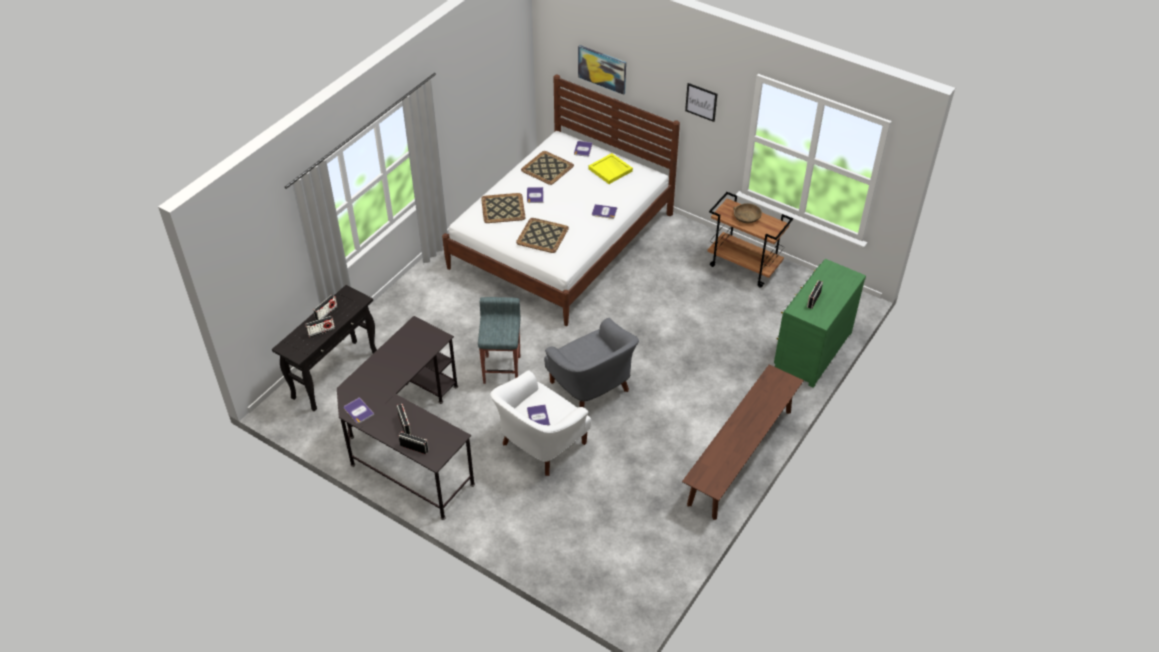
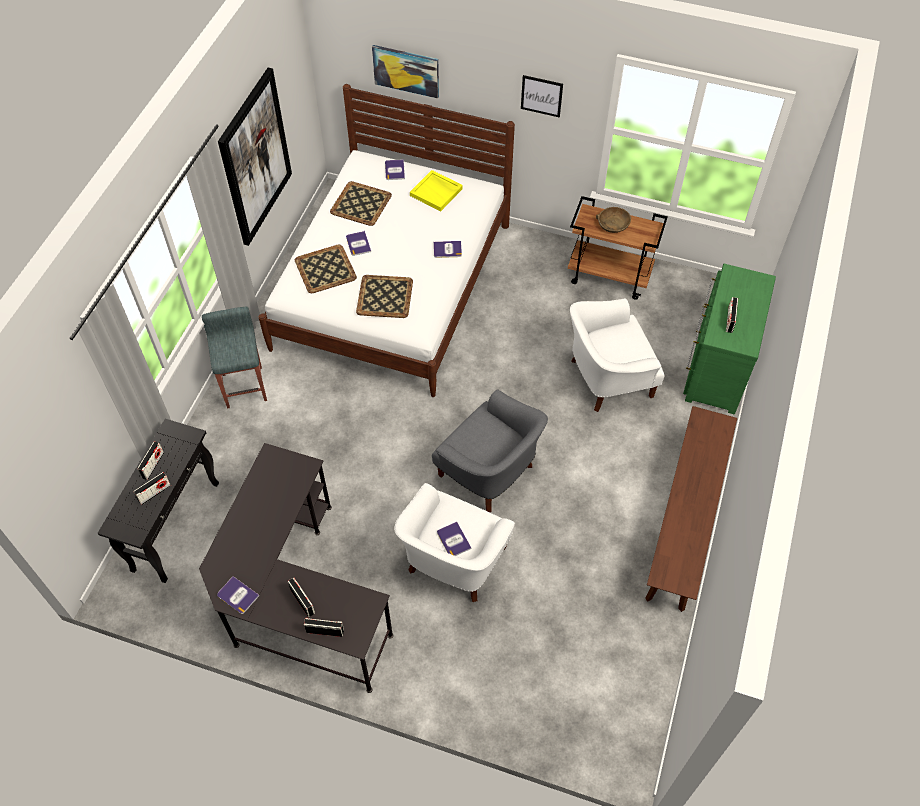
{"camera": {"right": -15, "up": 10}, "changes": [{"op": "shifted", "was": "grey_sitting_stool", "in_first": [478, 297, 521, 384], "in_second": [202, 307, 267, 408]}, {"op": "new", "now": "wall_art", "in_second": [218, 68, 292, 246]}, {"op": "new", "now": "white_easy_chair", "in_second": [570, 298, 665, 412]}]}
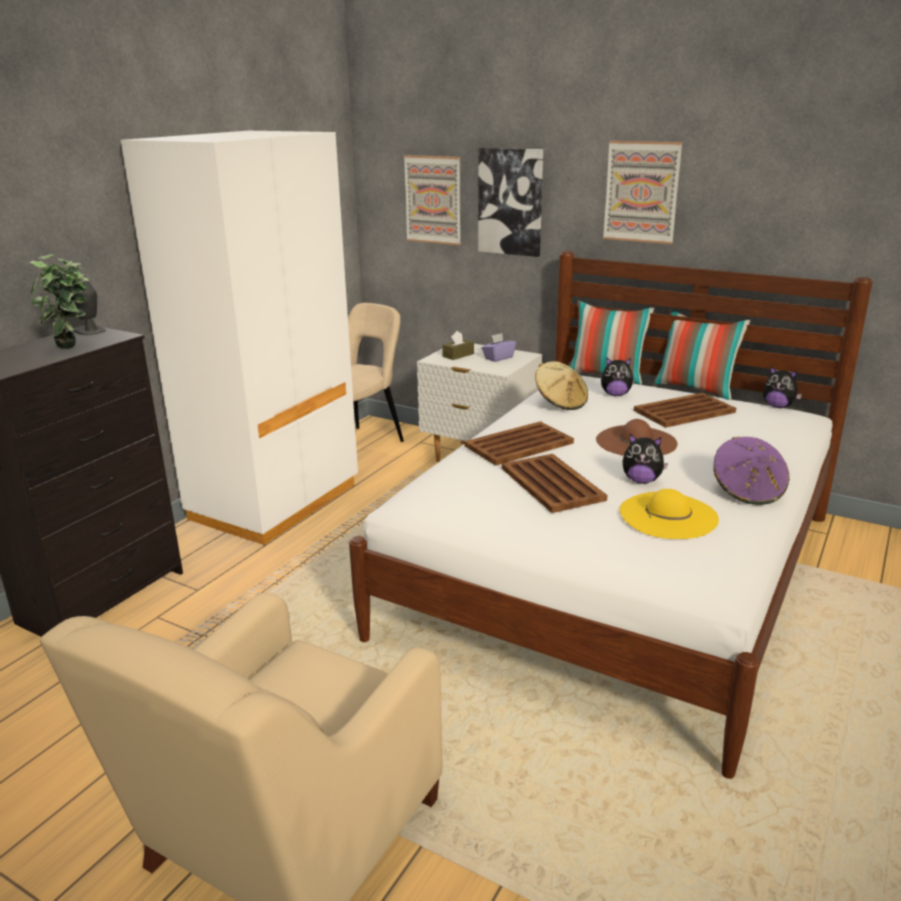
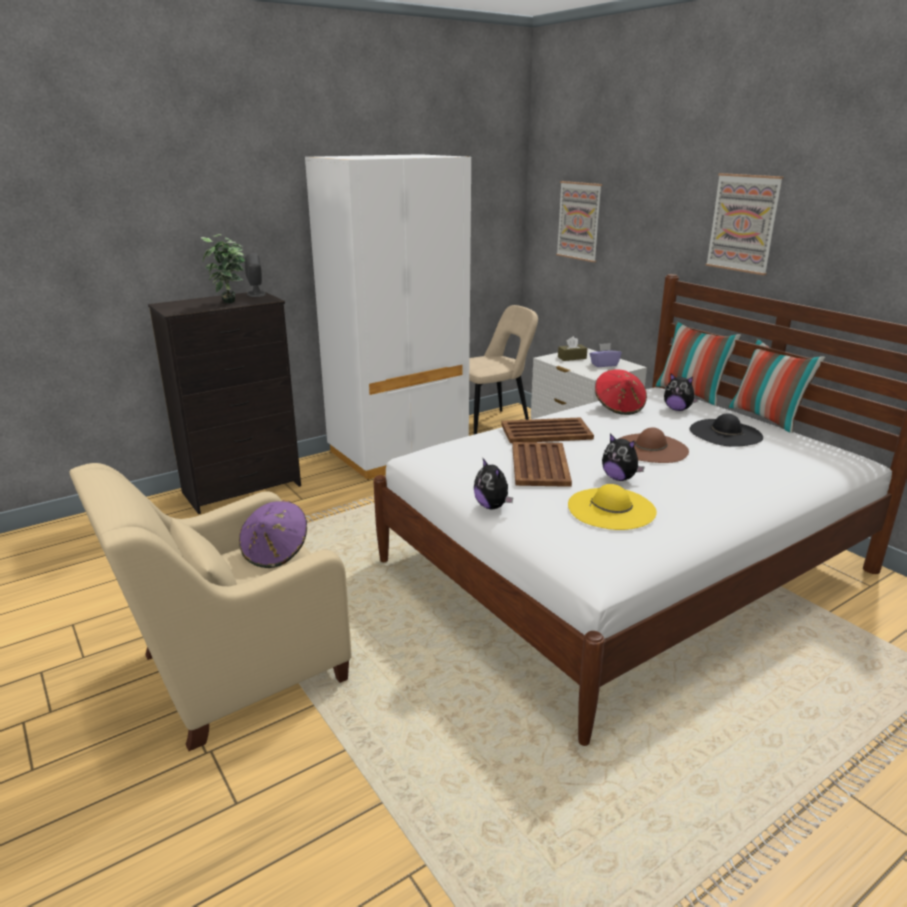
{"camera": {"right": 25, "up": 0}, "changes": [{"op": "shifted", "was": "purple_wearable_hat", "in_first": [713, 437, 789, 505], "in_second": [239, 500, 307, 568]}, {"op": "shifted", "was": "plush_toy", "in_first": [763, 366, 802, 408], "in_second": [474, 458, 513, 509]}, {"op": "repainted", "was": "sand-coloured_wearable_hat", "now": "reddish_wearable_hat", "in_first": [535, 361, 588, 410], "in_second": [595, 369, 647, 415]}, {"op": "swapped", "was": "brownish_serving_tray", "now": "blackish_wearable_hat", "in_first": [634, 393, 736, 428], "in_second": [690, 414, 763, 447]}, {"op": "gone", "was": "wall_art", "in_first": [478, 148, 543, 257]}]}
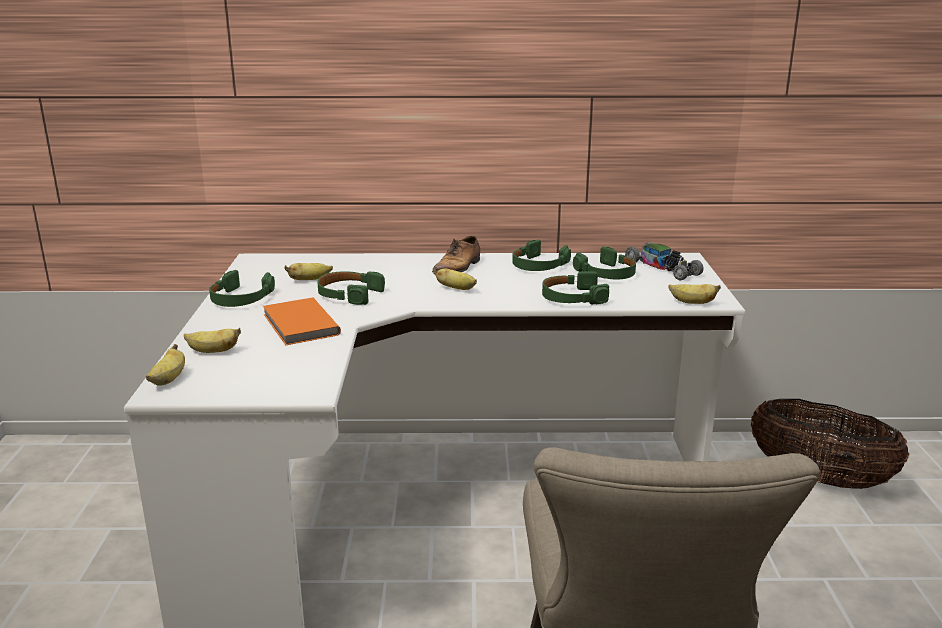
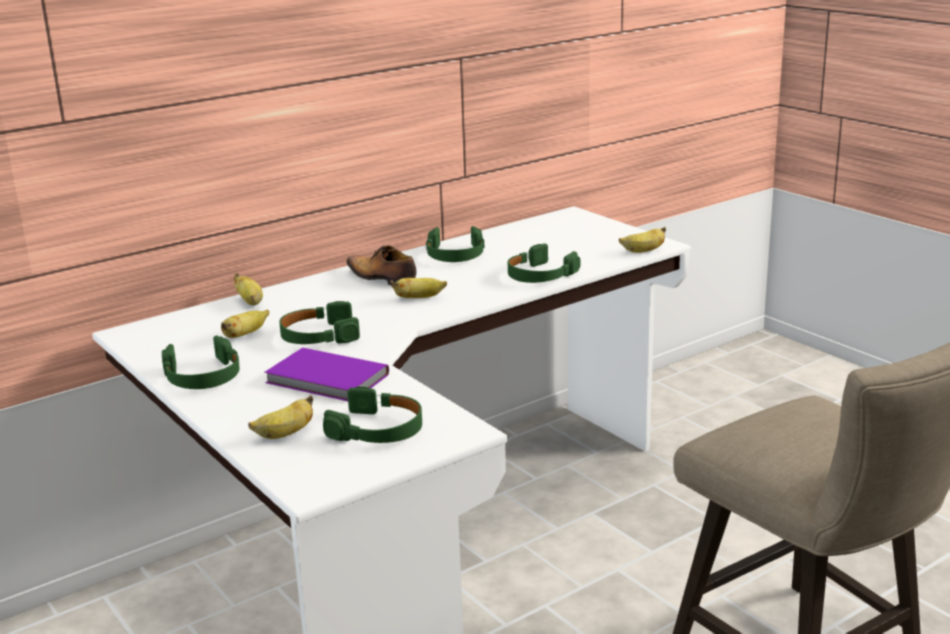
{"camera": {"right": -35, "up": 0}, "changes": [{"op": "shifted", "was": "whole_banana", "in_first": [146, 344, 185, 386], "in_second": [234, 273, 263, 305]}, {"op": "repainted", "was": "orange-coloured_book", "now": "purple_book", "in_first": [263, 298, 341, 345], "in_second": [264, 348, 389, 401]}, {"op": "shifted", "was": "greenish_headset", "in_first": [573, 247, 636, 279], "in_second": [323, 387, 422, 443]}, {"op": "rotated", "was": "item_of_footwear", "in_first": [432, 236, 480, 272], "in_second": [346, 245, 416, 285], "clockwise": 135}, {"op": "gone", "was": "model_car", "in_first": [625, 242, 703, 280]}, {"op": "gone", "was": "storage_basket", "in_first": [751, 399, 909, 489]}]}
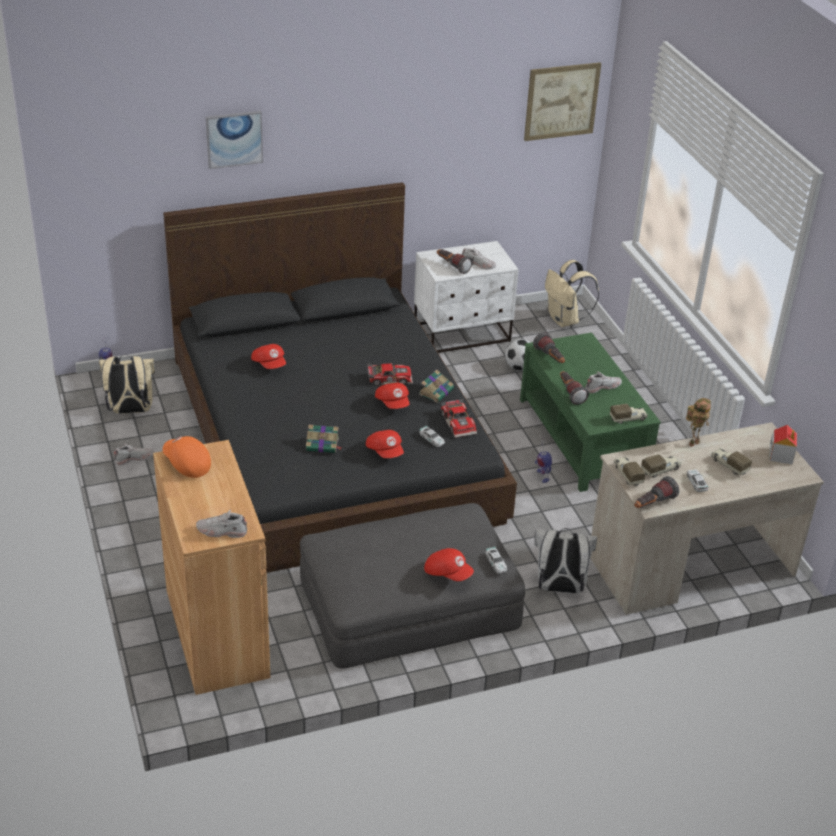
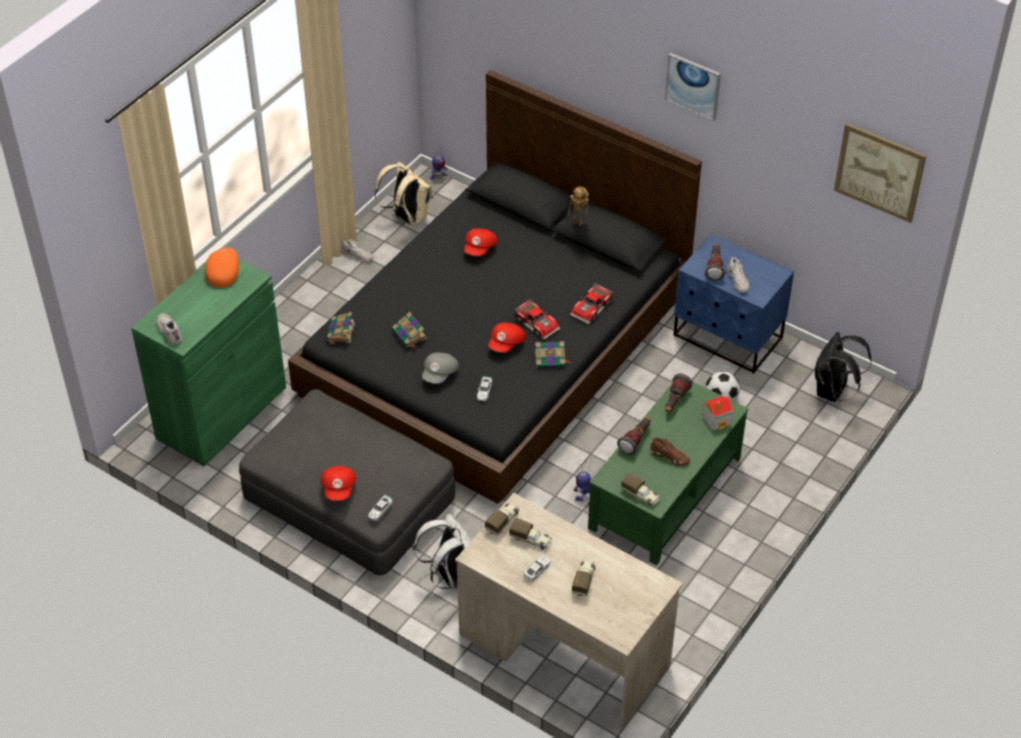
{"camera": {"right": 55, "up": 10}, "changes": [{"op": "repainted", "was": "brownish_storage_cabinet", "now": "greenish_storage_cabinet", "in_first": [153, 440, 270, 695], "in_second": [131, 258, 286, 466]}, {"op": "new", "now": "book", "in_second": [327, 312, 355, 345]}, {"op": "repainted", "was": "reddish_baseball_cap", "now": "grey_baseball_cap", "in_first": [366, 430, 404, 458], "in_second": [422, 353, 459, 384]}, {"op": "shifted", "was": "robot_figure", "in_first": [686, 398, 711, 447], "in_second": [568, 186, 589, 226]}, {"op": "shifted", "was": "model_car", "in_first": [441, 399, 477, 438], "in_second": [570, 283, 613, 324]}, {"op": "repainted", "was": "white_item_of_footwear", "now": "brownish_item_of_footwear", "in_first": [585, 371, 622, 393], "in_second": [650, 437, 690, 466]}, {"op": "shifted", "was": "wall_art", "in_first": [206, 111, 263, 169], "in_second": [665, 53, 721, 121]}, {"op": "repainted", "was": "white_nightstand", "now": "blue_nightstand", "in_first": [414, 241, 519, 353], "in_second": [674, 234, 794, 374]}, {"op": "shifted", "was": "miniature_house", "in_first": [770, 425, 797, 464], "in_second": [702, 396, 733, 431]}, {"op": "repainted", "was": "sand-coloured_rucksack", "now": "blackish_rucksack", "in_first": [545, 260, 599, 327], "in_second": [815, 332, 872, 402]}, {"op": "gone", "was": "flashlight", "in_first": [634, 476, 679, 508]}]}
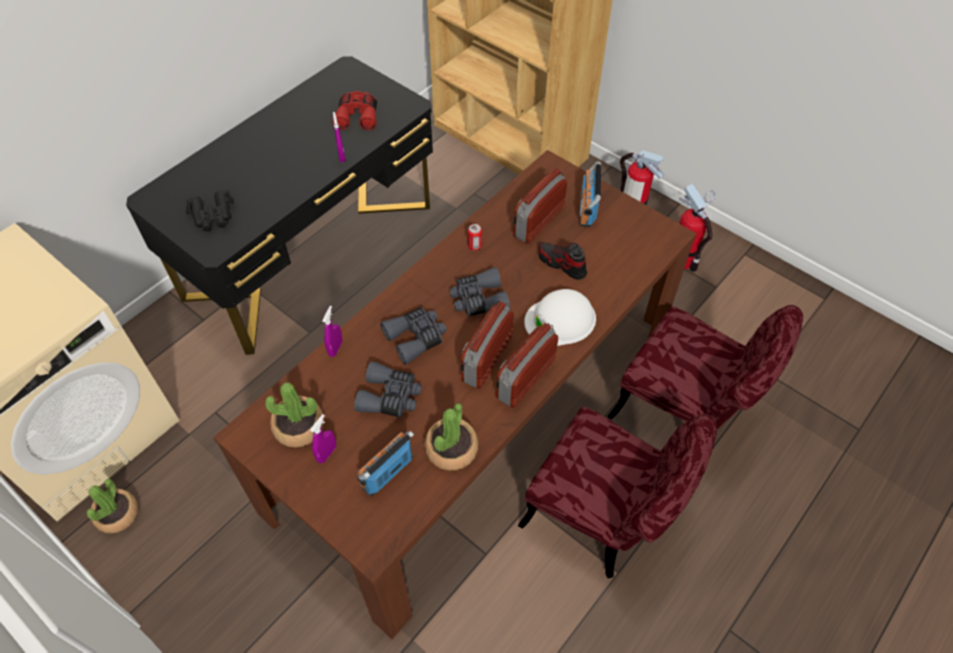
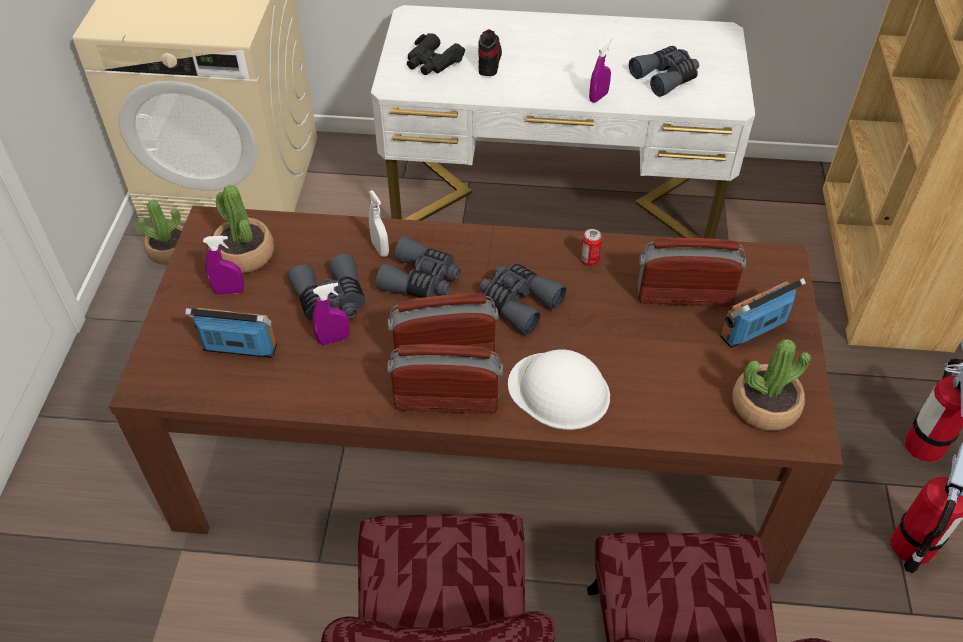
{"camera": {"right": 55, "up": -5}, "changes": [{"op": "shifted", "was": "purple_hand_sprayer", "in_first": [322, 306, 342, 357], "in_second": [313, 283, 350, 345]}, {"op": "new", "now": "white_hand_sprayer", "in_second": [369, 190, 389, 257]}, {"op": "repainted", "was": "blackish_desk", "now": "white_desk", "in_first": [126, 56, 433, 355], "in_second": [371, 5, 755, 239]}, {"op": "shifted", "was": "item_of_footwear", "in_first": [539, 242, 587, 280], "in_second": [478, 29, 502, 76]}, {"op": "repainted", "was": "reddish_pair_of_binoculars", "now": "grey_pair_of_binoculars", "in_first": [332, 91, 377, 131], "in_second": [629, 46, 699, 97]}, {"op": "shifted", "was": "plant_in_a_pot", "in_first": [425, 403, 478, 470], "in_second": [732, 339, 811, 431]}]}
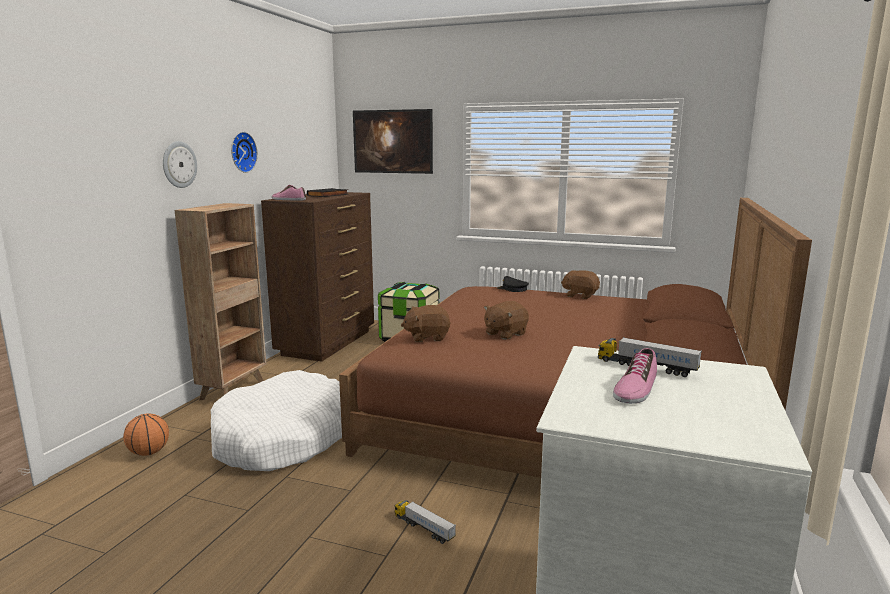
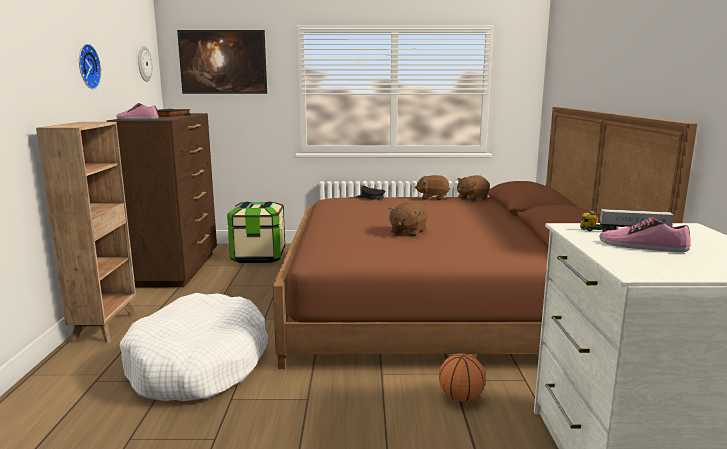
{"camera": {"right": -20, "up": 0}, "changes": [{"op": "shifted", "was": "hanging_clock", "in_first": [163, 141, 197, 188], "in_second": [138, 46, 152, 82]}, {"op": "shifted", "was": "basketball_ball", "in_first": [123, 413, 169, 456], "in_second": [439, 353, 486, 402]}, {"op": "shifted", "was": "brownish_plush_toy", "in_first": [401, 305, 451, 342], "in_second": [457, 175, 490, 202]}, {"op": "rotated", "was": "item_of_footwear", "in_first": [613, 348, 657, 404], "in_second": [599, 217, 691, 252], "clockwise": 105}, {"op": "gone", "was": "toy_truck", "in_first": [394, 500, 456, 544]}]}
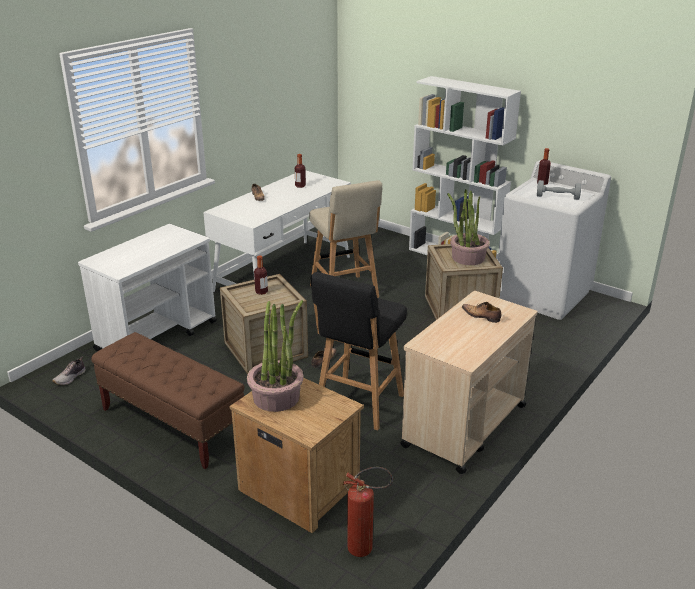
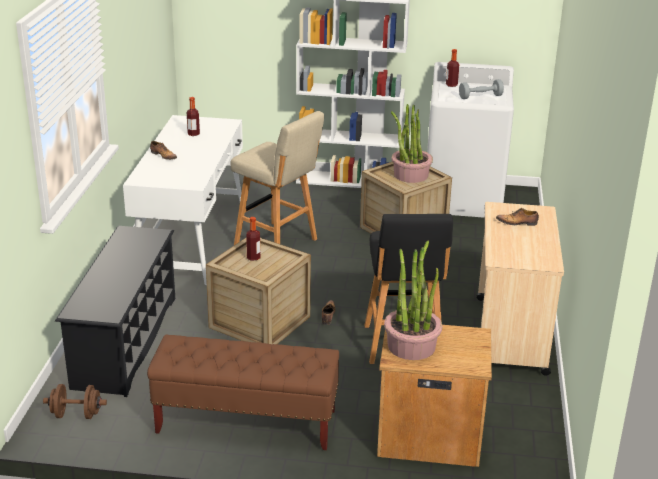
{"camera": {"right": -30, "up": 0}, "changes": [{"op": "swapped", "was": "item_of_footwear", "now": "brownish_dumbbell", "in_first": [52, 356, 86, 385], "in_second": [43, 384, 107, 419]}, {"op": "swapped", "was": "white_wheeled_cart", "now": "blackish_shoe_rack", "in_first": [78, 224, 217, 351], "in_second": [55, 226, 175, 397]}, {"op": "gone", "was": "extinguisher", "in_first": [343, 467, 393, 557]}]}
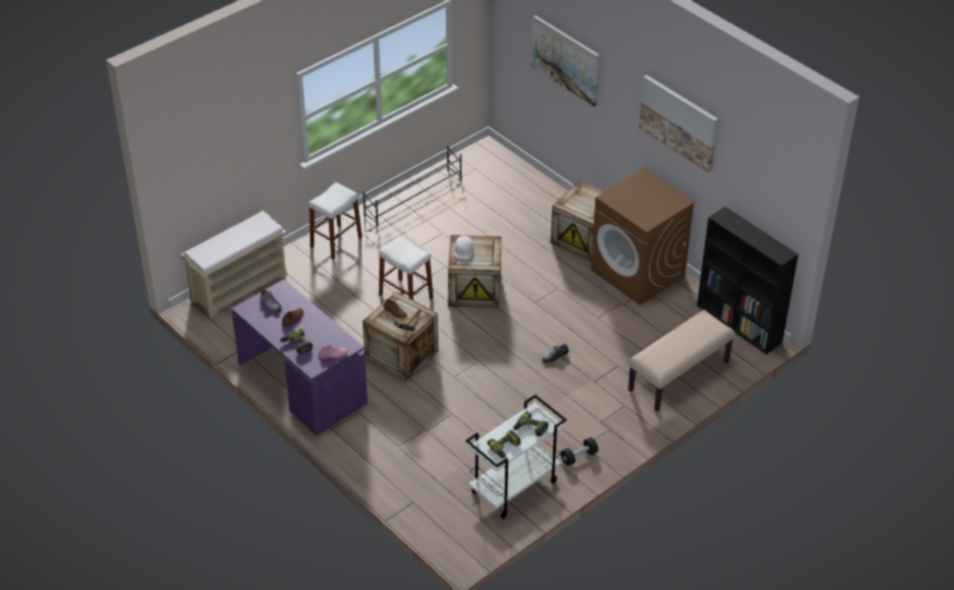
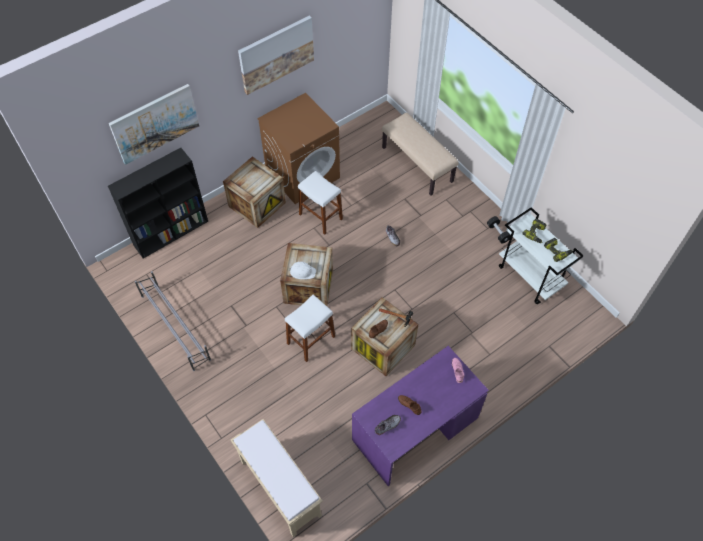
{"camera": {"right": -85, "up": 15}, "changes": [{"op": "shifted", "was": "blackish_bookshelf", "in_first": [697, 207, 798, 354], "in_second": [108, 148, 208, 258]}, {"op": "shifted", "was": "white_sitting_stool", "in_first": [308, 182, 362, 260], "in_second": [298, 171, 343, 235]}, {"op": "gone", "was": "drill", "in_first": [280, 329, 313, 354]}]}
